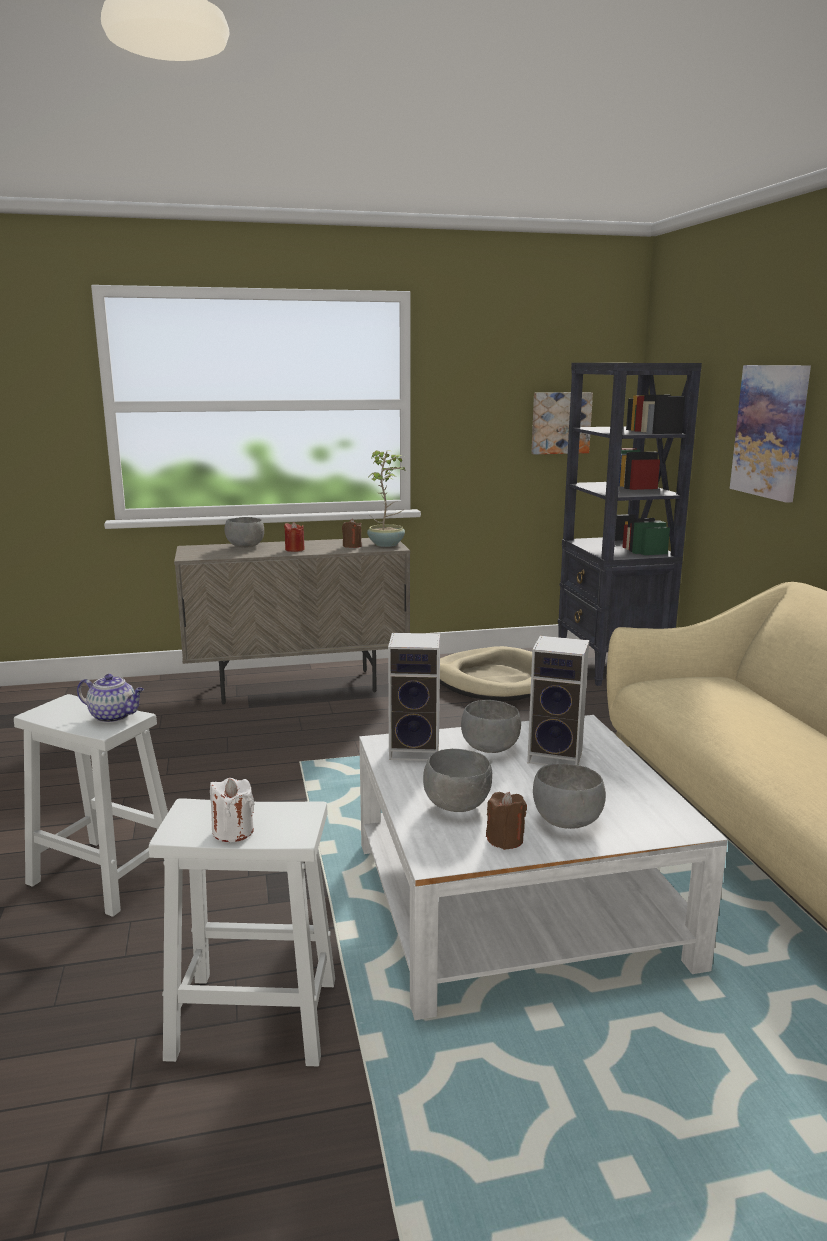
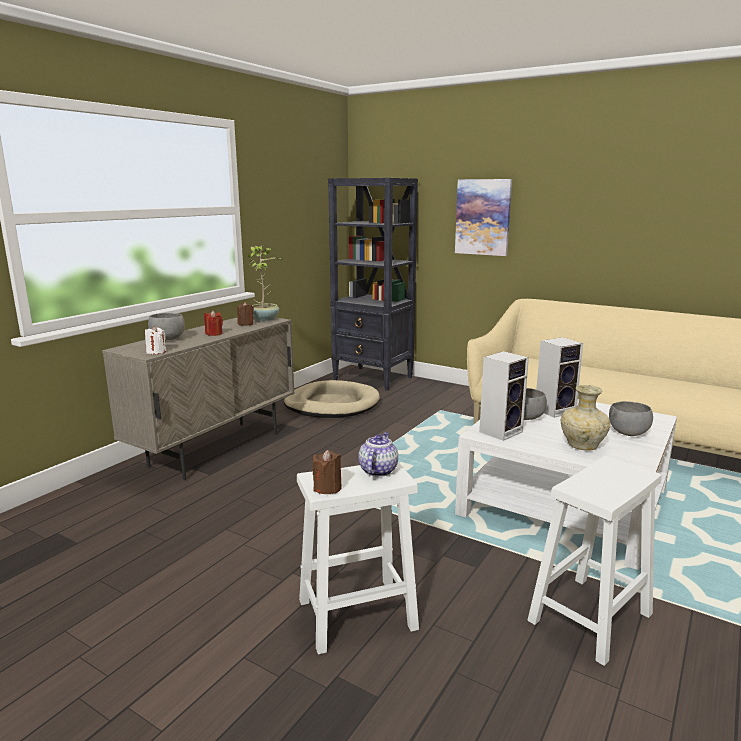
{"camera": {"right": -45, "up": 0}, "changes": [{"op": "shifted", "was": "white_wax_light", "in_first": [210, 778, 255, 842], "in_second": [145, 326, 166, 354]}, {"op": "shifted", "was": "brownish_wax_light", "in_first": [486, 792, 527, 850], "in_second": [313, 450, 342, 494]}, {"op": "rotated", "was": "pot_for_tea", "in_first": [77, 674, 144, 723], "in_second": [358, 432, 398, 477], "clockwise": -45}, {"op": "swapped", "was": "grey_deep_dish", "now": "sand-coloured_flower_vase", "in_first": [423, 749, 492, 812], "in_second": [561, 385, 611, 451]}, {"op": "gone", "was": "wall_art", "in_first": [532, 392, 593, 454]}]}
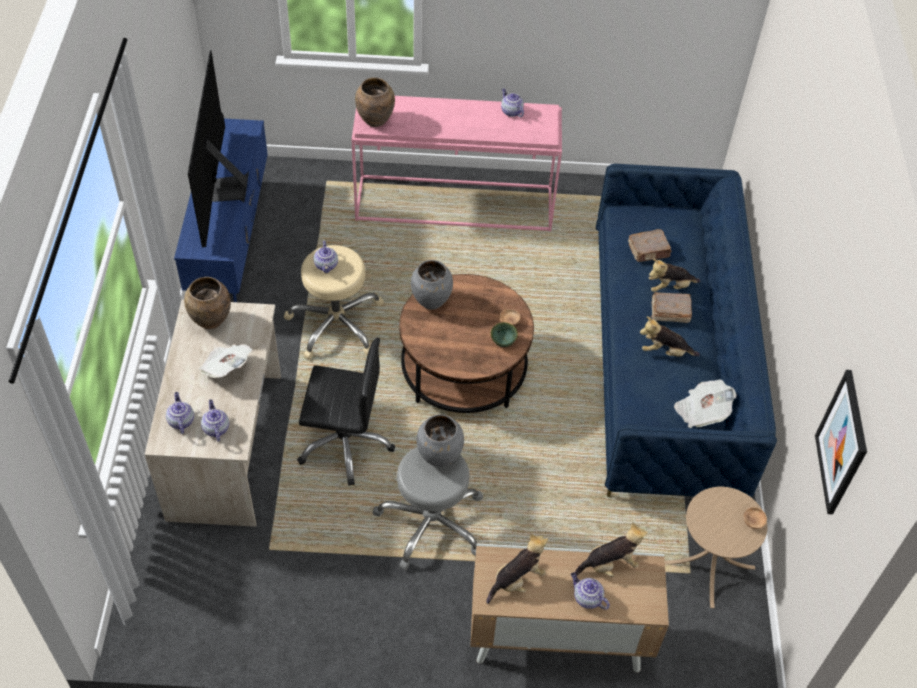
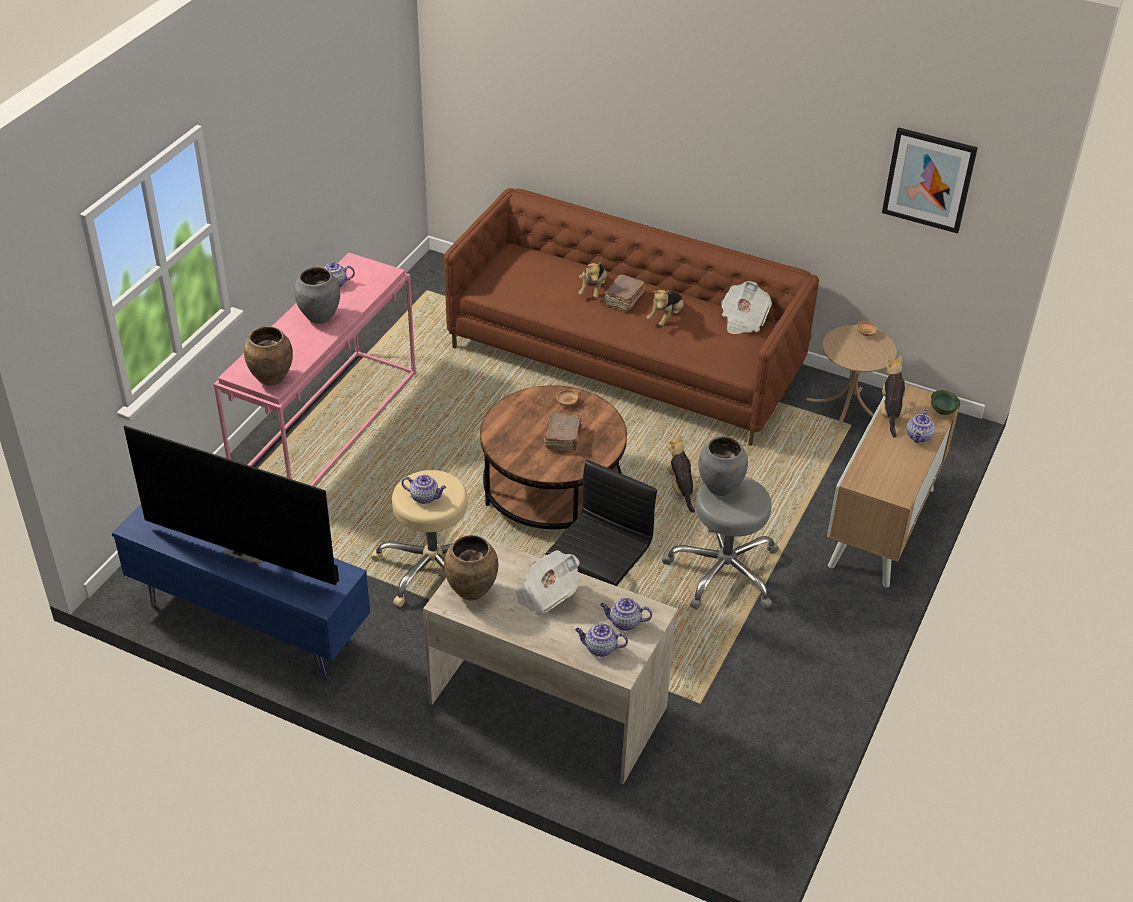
{"camera": {"right": -65, "up": -10}, "changes": [{"op": "shifted", "was": "grey_flower_vase", "in_first": [411, 260, 453, 310], "in_second": [294, 267, 340, 324]}, {"op": "repainted", "was": "blue_couch", "now": "brownish_couch", "in_first": [596, 164, 777, 498], "in_second": [444, 188, 819, 446]}, {"op": "shifted", "was": "brownish_book", "in_first": [628, 229, 672, 262], "in_second": [544, 412, 582, 451]}, {"op": "shifted", "was": "plush_toy", "in_first": [486, 533, 548, 604], "in_second": [667, 435, 700, 513]}, {"op": "rotated", "was": "pot_for_tea", "in_first": [571, 573, 610, 610], "in_second": [907, 409, 935, 443], "clockwise": -45}, {"op": "shifted", "was": "greenish_deep_dish", "in_first": [491, 322, 518, 347], "in_second": [931, 390, 960, 415]}]}
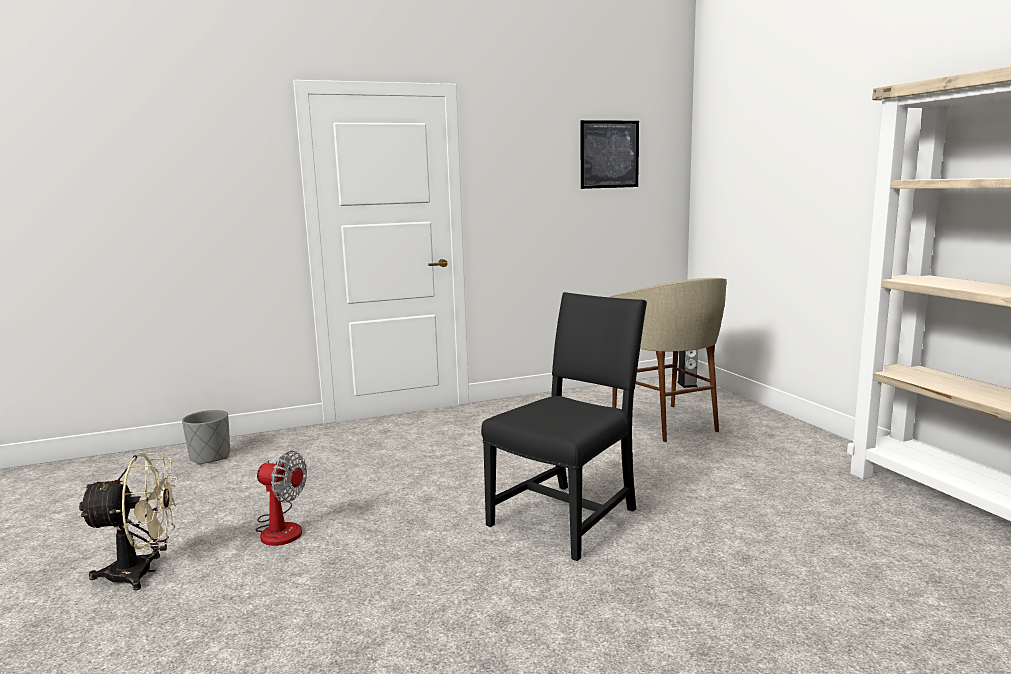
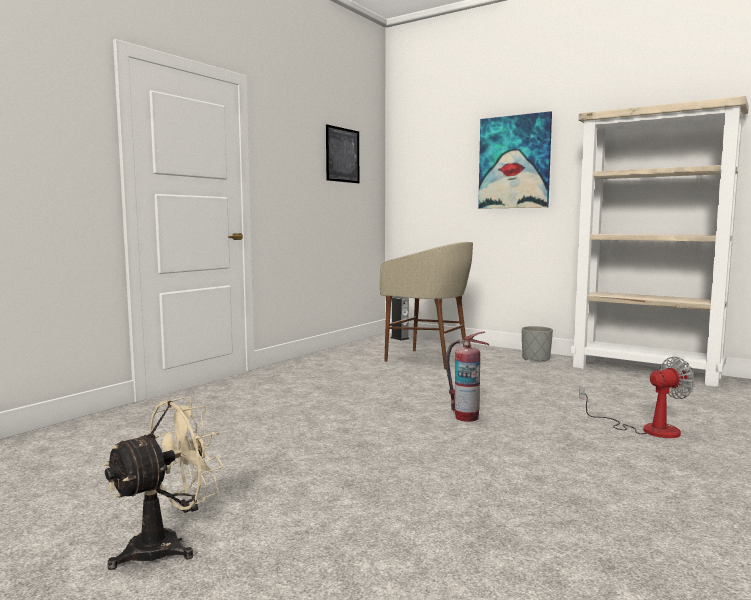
{"camera": {"right": -35, "up": -5}, "changes": [{"op": "swapped", "was": "blackish_plain_chair", "now": "extinguisher", "in_first": [481, 292, 647, 561], "in_second": [446, 332, 489, 422]}, {"op": "new", "now": "wall_art", "in_second": [478, 111, 552, 209]}, {"op": "shifted", "was": "grey_plant_pot", "in_first": [182, 410, 230, 465], "in_second": [522, 326, 553, 362]}, {"op": "shifted", "was": "cooling_fan", "in_first": [256, 451, 307, 546], "in_second": [579, 357, 695, 438]}]}
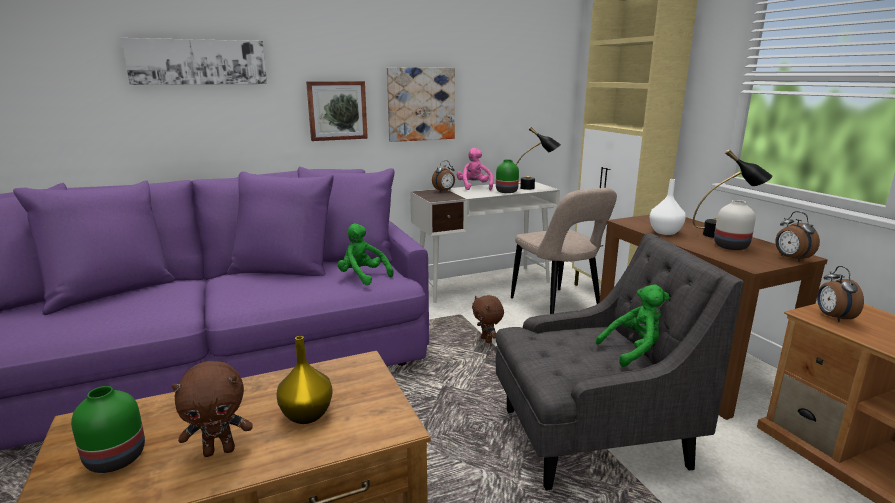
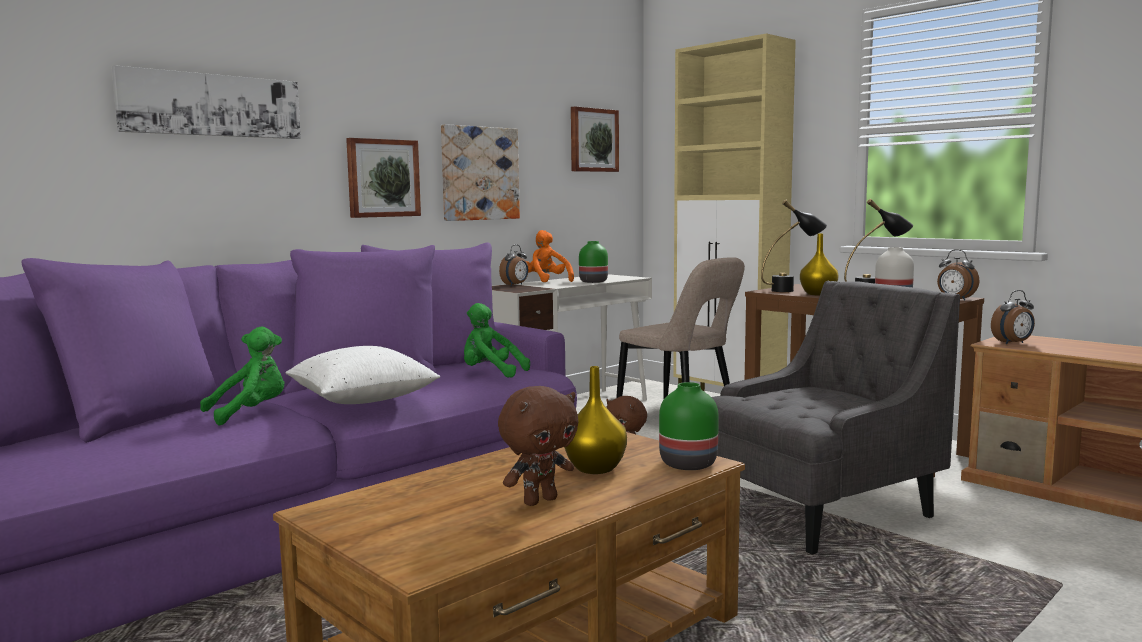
{"camera": {"right": -20, "up": -10}, "changes": [{"op": "shifted", "was": "greenish_plush_toy", "in_first": [596, 284, 670, 367], "in_second": [200, 327, 285, 426]}, {"op": "new", "now": "white_cushion", "in_second": [286, 346, 440, 404]}, {"op": "repainted", "was": "pink-coloured_plush_toy", "now": "orange-coloured_plush_toy", "in_first": [457, 148, 494, 190], "in_second": [526, 230, 574, 282]}, {"op": "new", "now": "wall_art", "in_second": [571, 106, 619, 172]}, {"op": "shifted", "was": "greenish_flower_vase", "in_first": [71, 386, 145, 473], "in_second": [659, 382, 719, 470]}, {"op": "shifted", "was": "blackish_lamp_for_a_table", "in_first": [516, 127, 561, 190], "in_second": [761, 200, 827, 292]}, {"op": "repainted", "was": "white_flower_vase", "now": "yellowish_flower_vase", "in_first": [650, 179, 686, 235], "in_second": [800, 234, 839, 296]}, {"op": "rotated", "was": "alarm_clock", "in_first": [817, 266, 864, 322], "in_second": [991, 290, 1035, 345], "clockwise": -90}]}
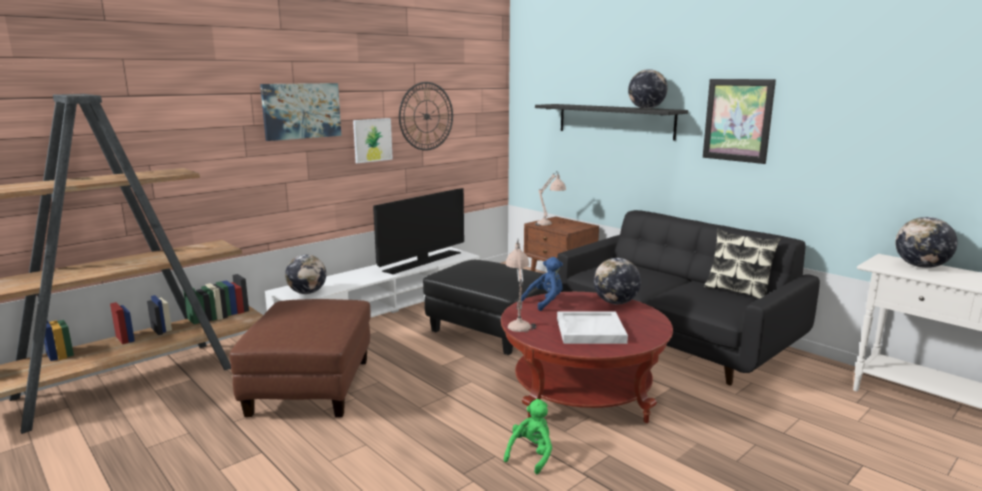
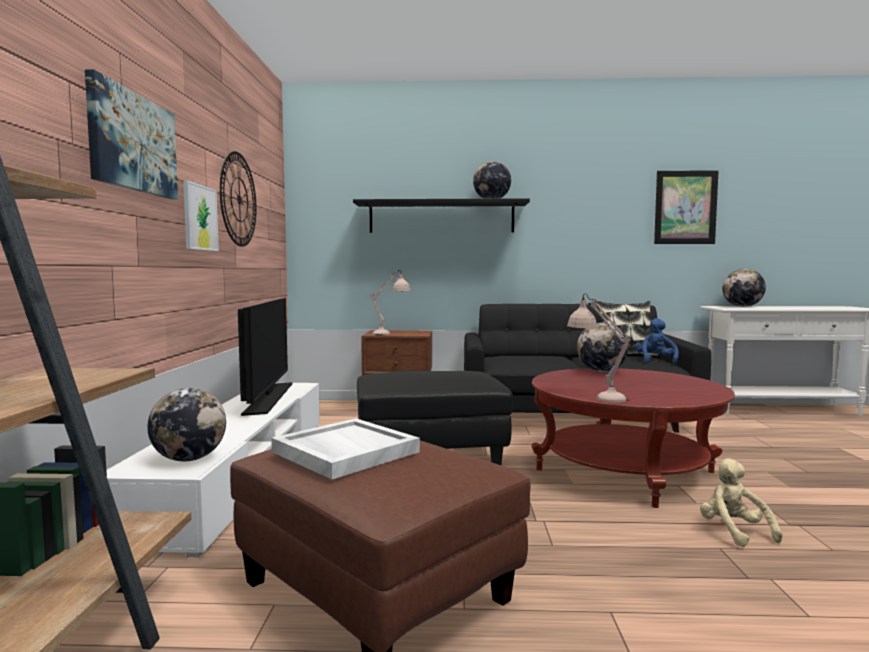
{"camera": {"right": -45, "up": -10}, "changes": [{"op": "shifted", "was": "white_serving_tray", "in_first": [557, 311, 628, 344], "in_second": [271, 418, 420, 479]}, {"op": "shifted", "was": "blue_plush_toy", "in_first": [521, 257, 563, 311], "in_second": [635, 318, 679, 365]}, {"op": "shifted", "was": "wall_art", "in_first": [703, 79, 776, 164], "in_second": [654, 170, 719, 244]}, {"op": "repainted", "was": "greenish_plush_toy", "now": "sand-coloured_plush_toy", "in_first": [504, 399, 552, 474], "in_second": [700, 458, 783, 547]}]}
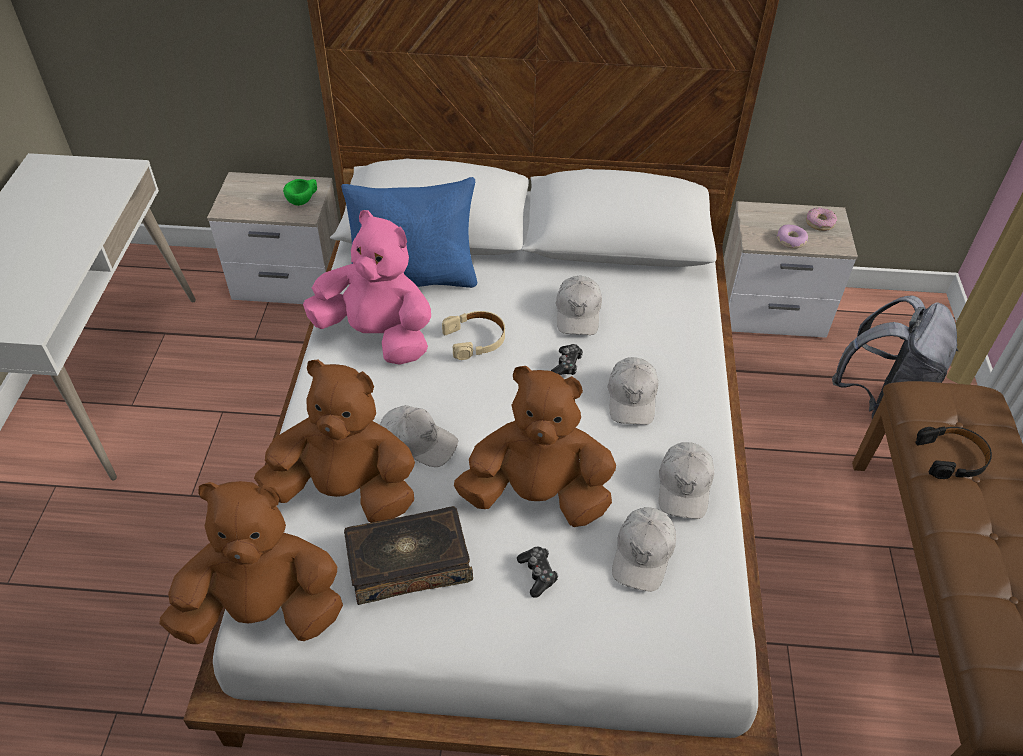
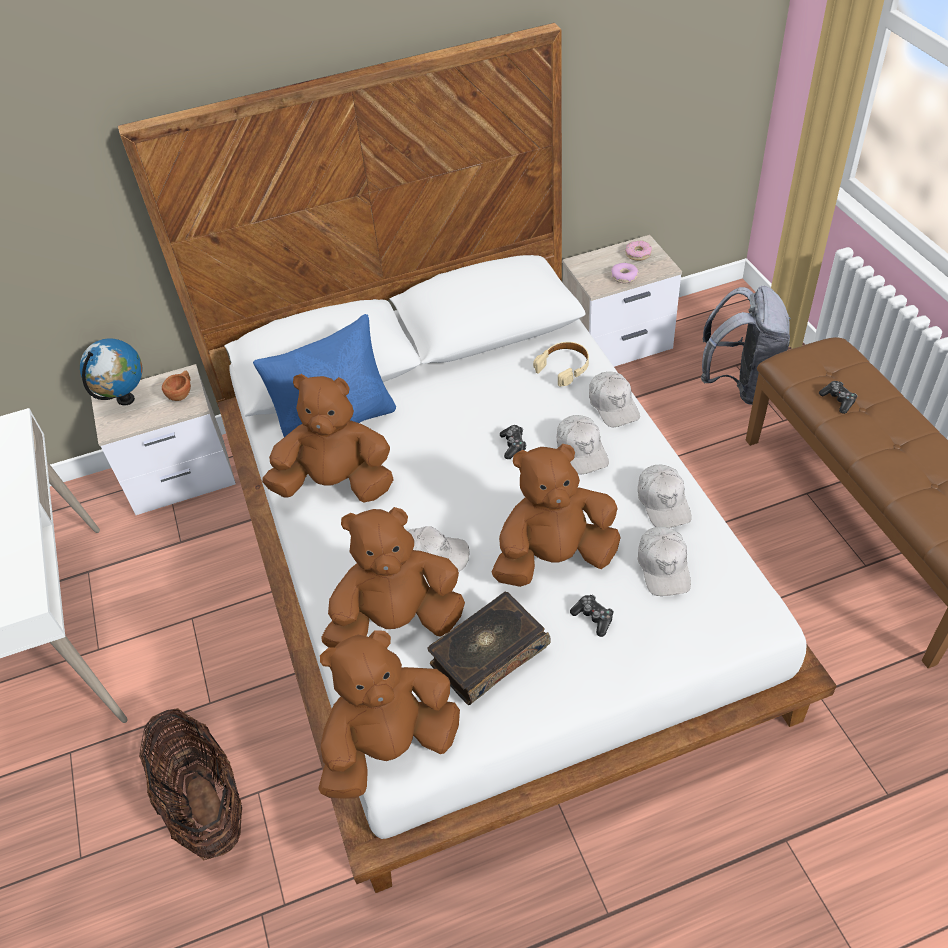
{"camera": {"right": -20, "up": 0}, "changes": [{"op": "new", "now": "desk_globe", "in_second": [80, 339, 142, 406]}, {"op": "new", "now": "storage_basket", "in_second": [139, 708, 242, 861]}, {"op": "repainted", "was": "greenish_drinking_cup", "now": "brownish_drinking_cup", "in_first": [283, 179, 317, 206], "in_second": [162, 371, 191, 401]}, {"op": "repainted", "was": "pink-coloured_plush_toy", "now": "brownish_plush_toy", "in_first": [303, 210, 431, 365], "in_second": [262, 374, 394, 502]}, {"op": "shifted", "was": "sand-coloured_headset", "in_first": [442, 311, 505, 360], "in_second": [533, 342, 589, 387]}, {"op": "shifted", "was": "white_baseball_cap", "in_first": [556, 276, 602, 335], "in_second": [589, 372, 640, 427]}, {"op": "swapped", "was": "blackish_headset", "now": "gamepad", "in_first": [915, 427, 992, 479], "in_second": [819, 381, 858, 414]}]}
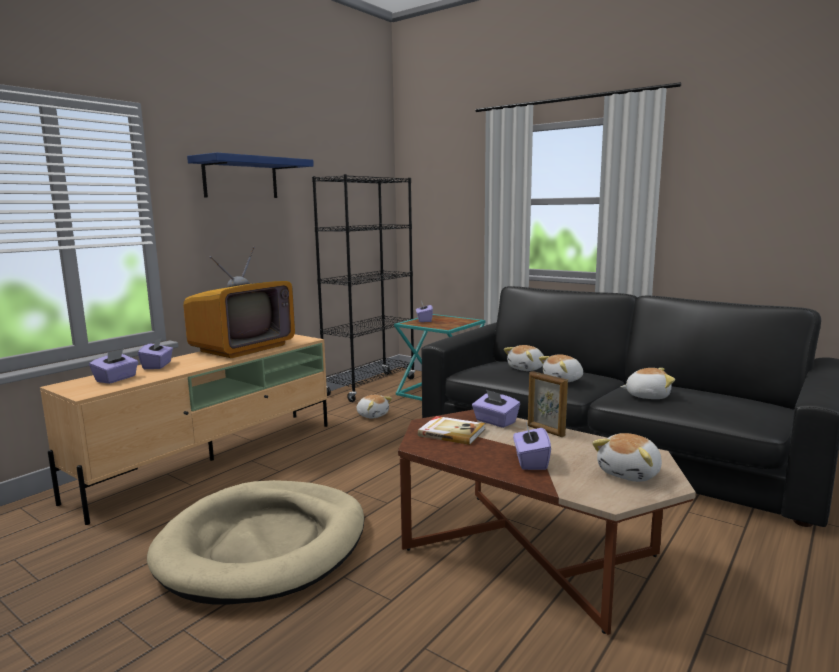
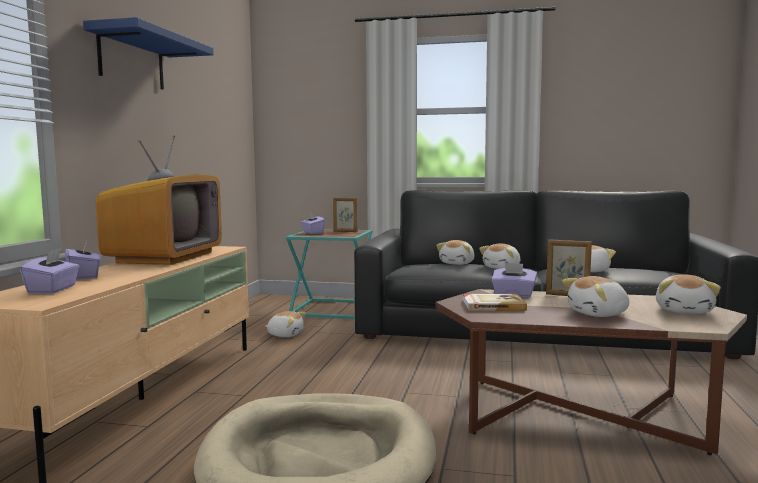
{"camera": {"right": -25, "up": -5}, "changes": [{"op": "new", "now": "standing_frame", "in_second": [333, 198, 358, 232]}, {"op": "swapped", "was": "purple_box_of_tissues", "now": "plush_toy", "in_first": [513, 422, 551, 470], "in_second": [562, 276, 629, 317]}, {"op": "gone", "was": "blackish_bookshelf", "in_first": [312, 174, 415, 402]}]}
